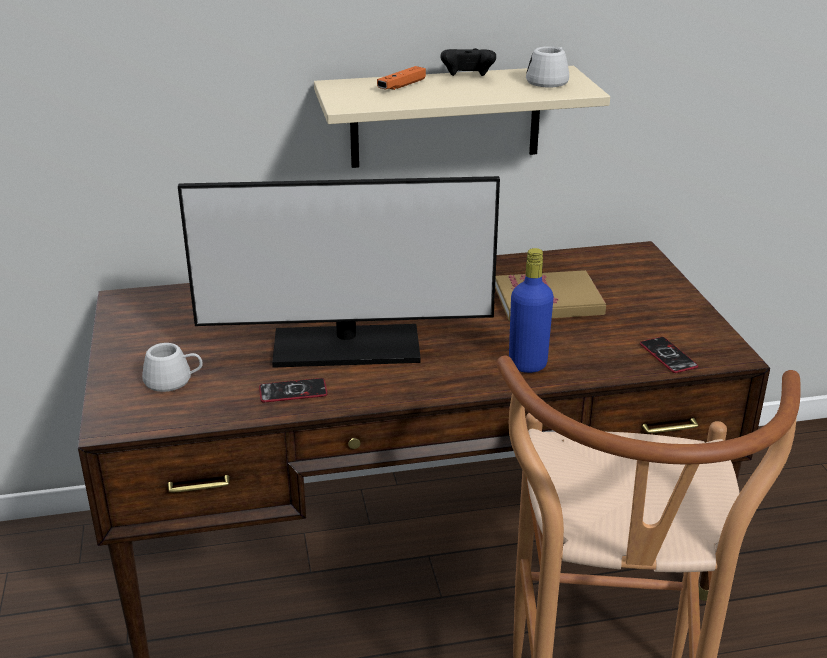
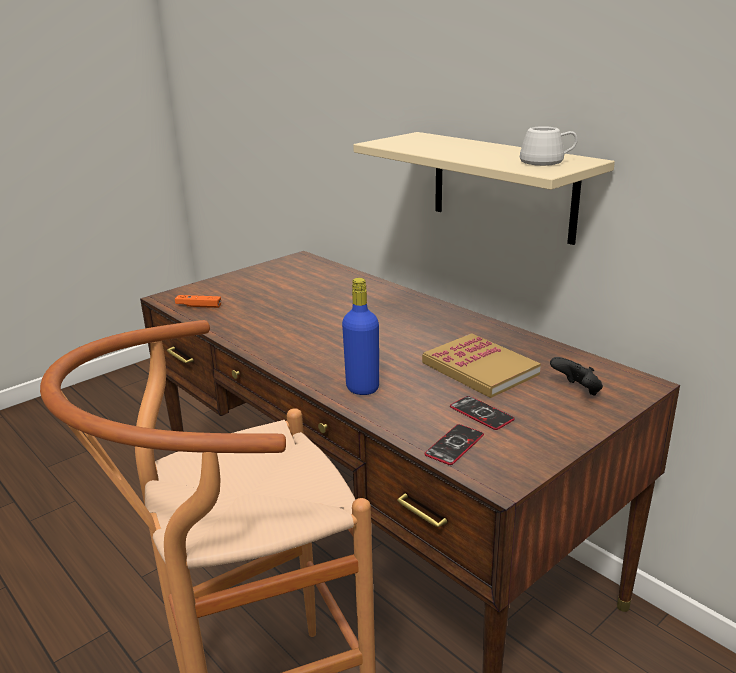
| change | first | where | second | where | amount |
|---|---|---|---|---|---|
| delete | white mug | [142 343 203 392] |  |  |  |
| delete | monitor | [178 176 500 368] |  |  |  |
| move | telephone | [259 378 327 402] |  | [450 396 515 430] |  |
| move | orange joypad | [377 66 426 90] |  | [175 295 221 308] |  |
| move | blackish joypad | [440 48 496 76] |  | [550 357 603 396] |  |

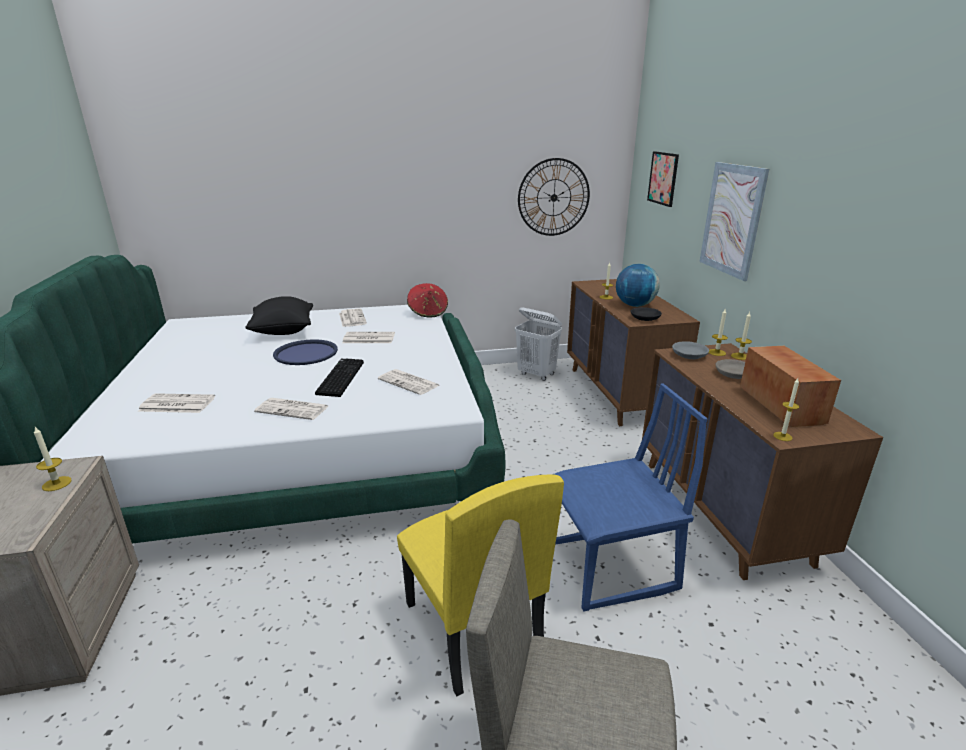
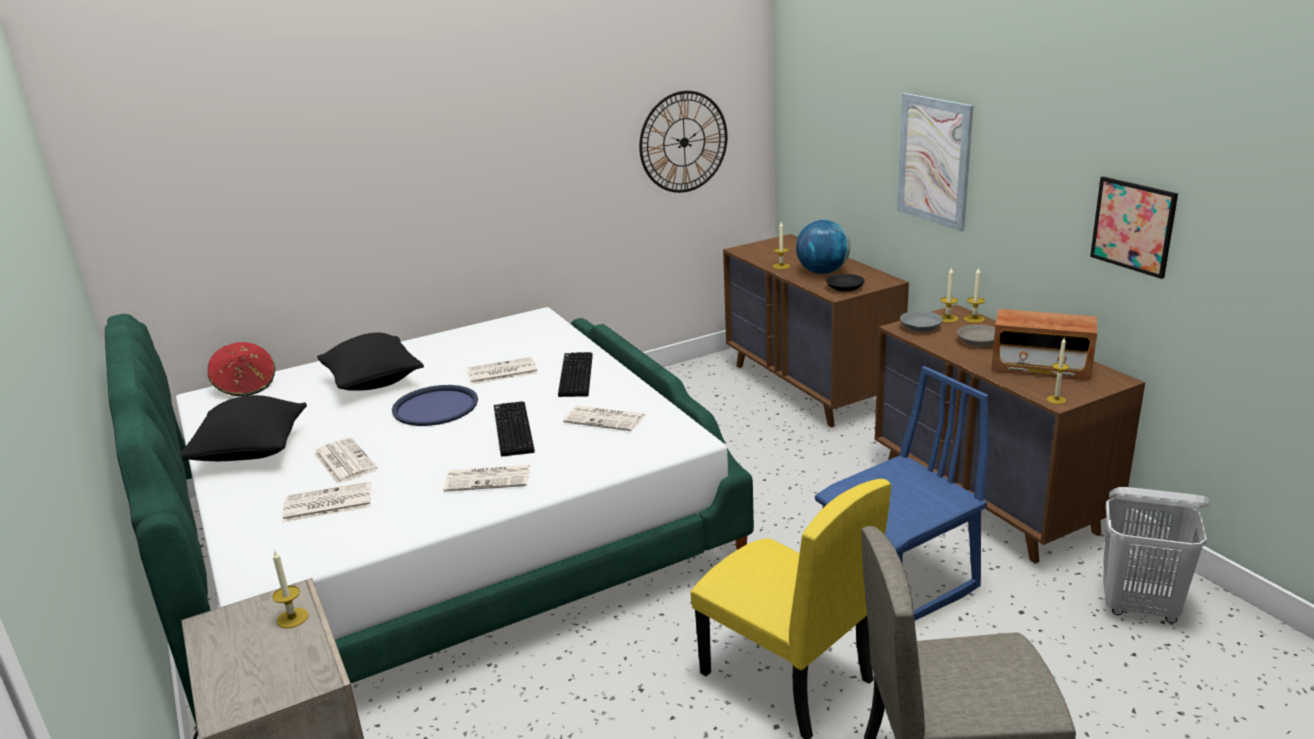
| change | first | where | second | where | amount |
|---|---|---|---|---|---|
| insert |  |  | blackish throw pillow | [181 395 307 461] |  |
| insert |  |  | PC keyboard | [558 352 593 397] |  |
| move | newspaper | [339 308 367 327] |  | [314 438 378 484] |  |
| move | reddish hat | [407 283 448 318] |  | [208 342 275 396] |  |
| move | white laundry basket | [515 307 562 381] |  | [1103 487 1210 623] |  |
| move | wall art | [647 151 679 207] |  | [1090 177 1178 279] |  |
| rotate | radio | [740 346 841 427] |  | [991 309 1097 380] | 135 degrees clockwise |

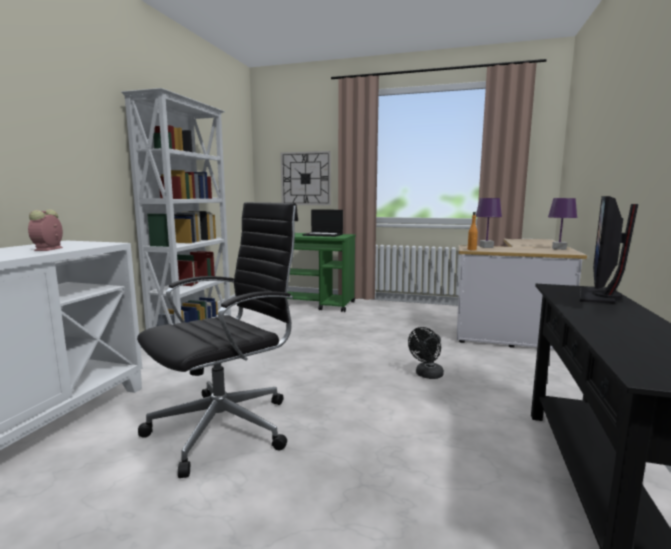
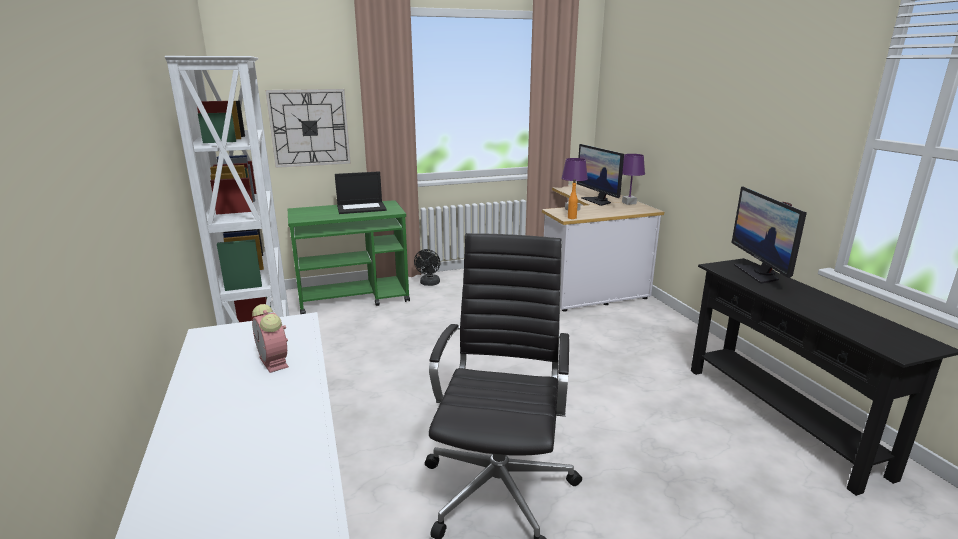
| change | first | where | second | where | amount |
|---|---|---|---|---|---|
| insert |  |  | monitor | [577 144 624 206] |  |
| move | blackish fan | [408 327 444 379] |  | [414 249 440 286] |  |

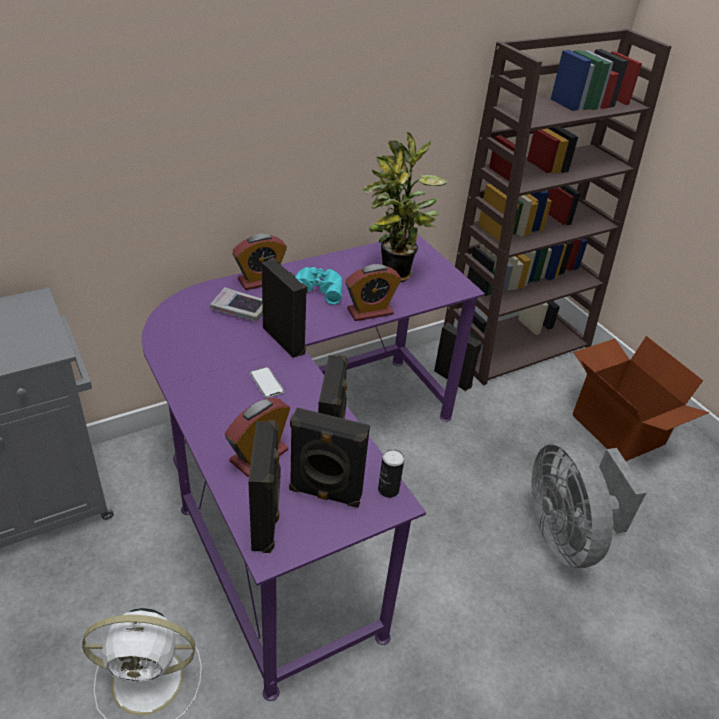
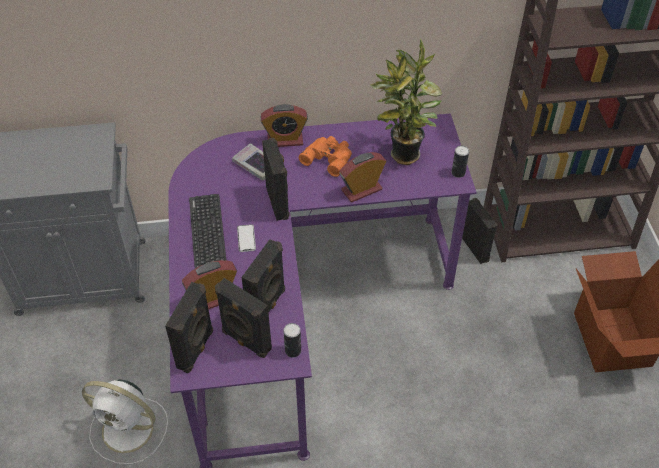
| change | first | where | second | where | amount |
|---|---|---|---|---|---|
| delete | greyish fan | [531 441 646 568] |  |  |  |
| insert |  |  | PC keyboard | [189 194 227 268] |  |
| insert |  |  | can | [452 145 469 178] |  |
| recolor | turquoise field glasses | [295 267 342 305] | orange field glasses | [299 136 352 177] |  |
| rotate | bedside clock | [345 264 401 321] |  | [339 152 386 202] | 150 degrees clockwise |

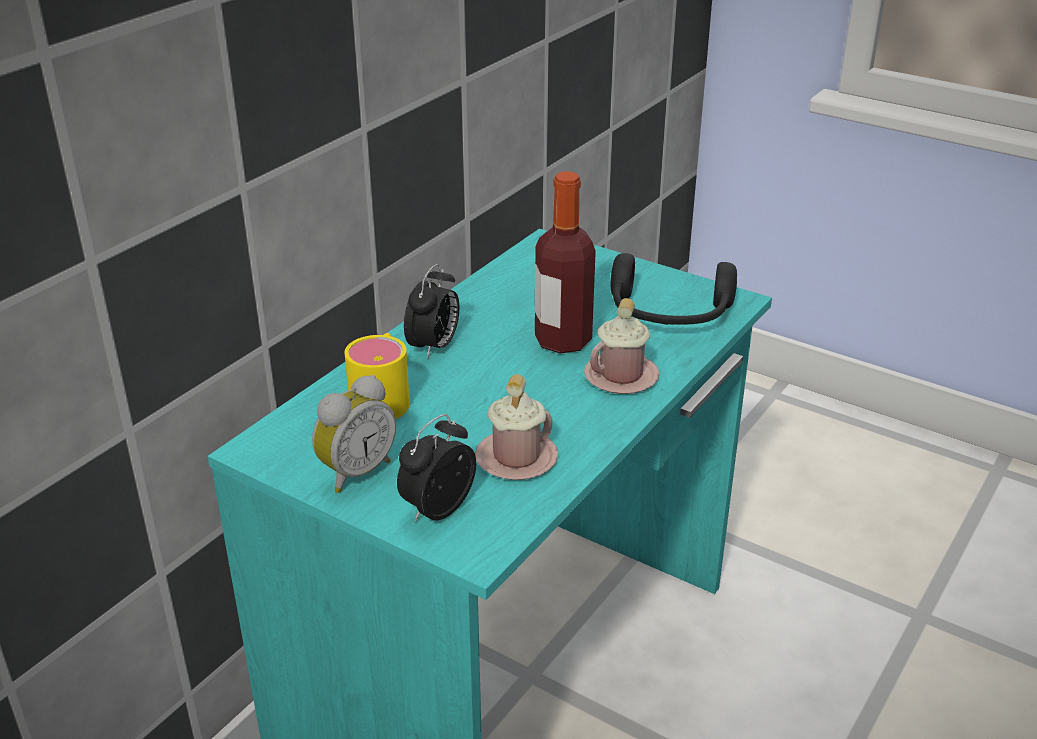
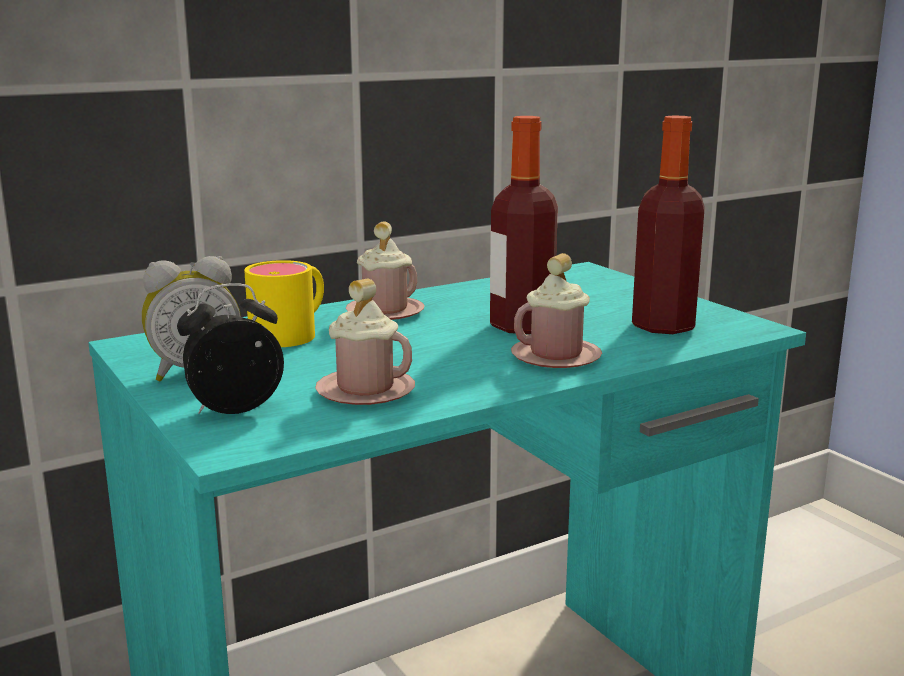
| change | first | where | second | where | amount |
|---|---|---|---|---|---|
| replace | bedside clock | [404 263 459 359] | pink mug | [346 222 425 320] |  |
| replace | blackish headset | [611 253 737 325] | drink bottle | [632 116 705 334] |  |

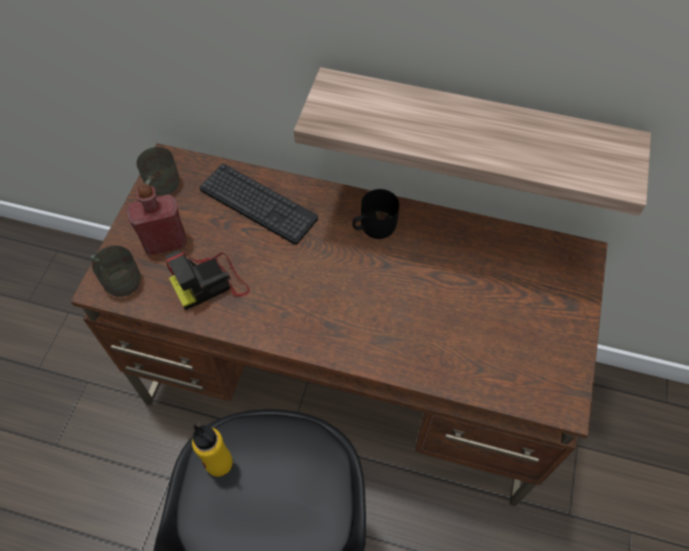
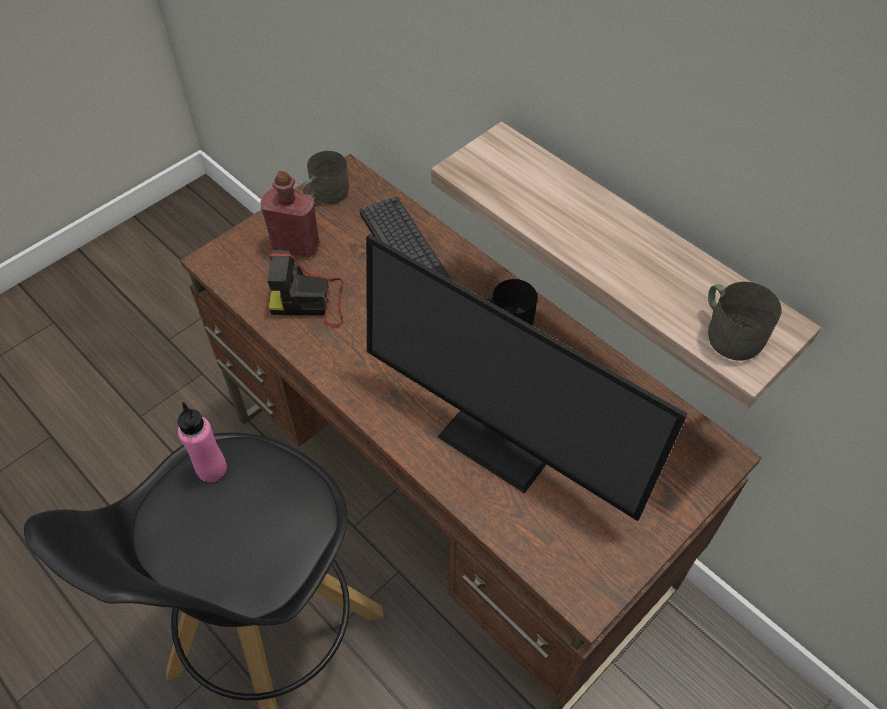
| change | first | where | second | where | amount |
|---|---|---|---|---|---|
| insert |  |  | monitor | [366 234 688 521] |  |
| move | greyish mug | [90 245 141 297] |  | [708 282 782 361] |  |
| recolor | yellow drink bottle | [192 424 233 477] | pink drink bottle | [178 402 227 482] |  |

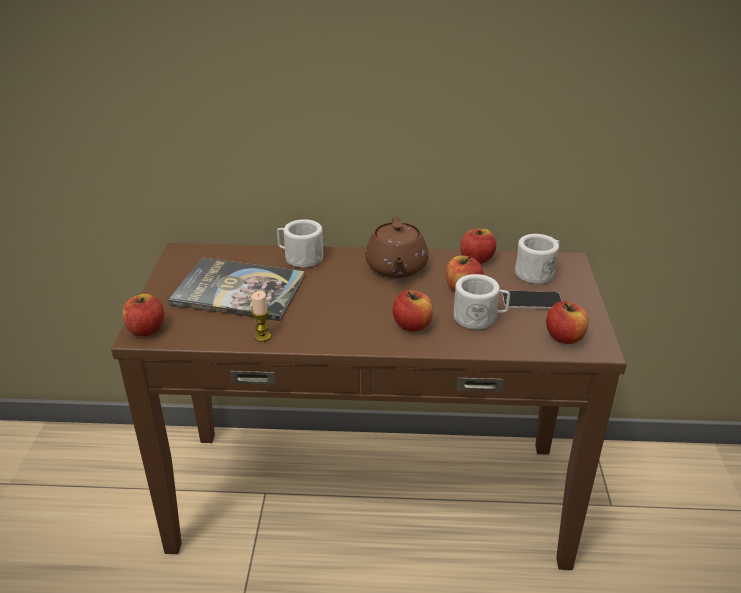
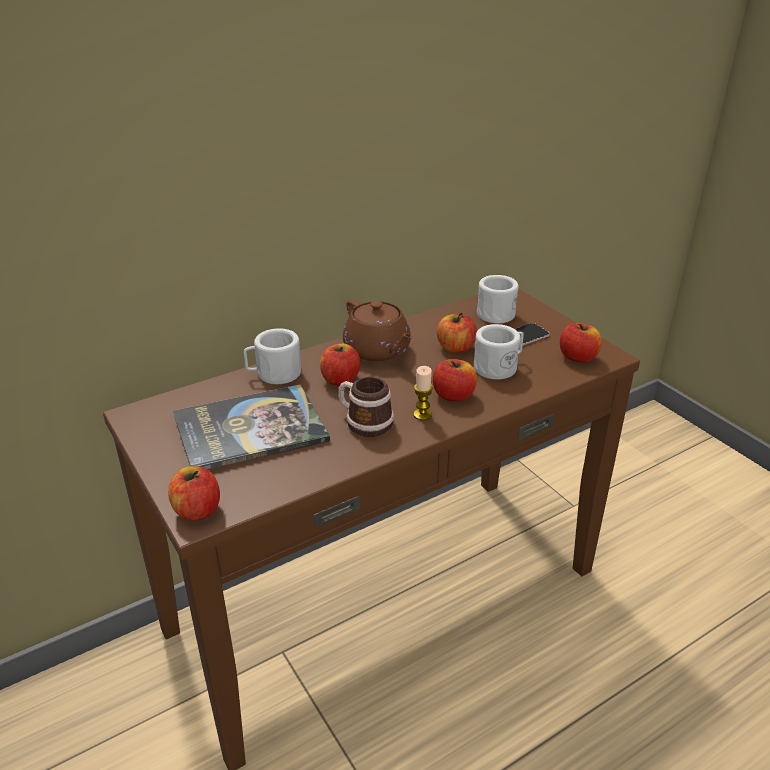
| change | first | where | second | where | amount |
|---|---|---|---|---|---|
| insert |  |  | mug | [338 377 394 437] |  |
| move | candle | [251 291 271 342] |  | [414 366 433 420] |  |
| move | apple fruit | [460 229 496 264] |  | [320 343 360 386] |  |

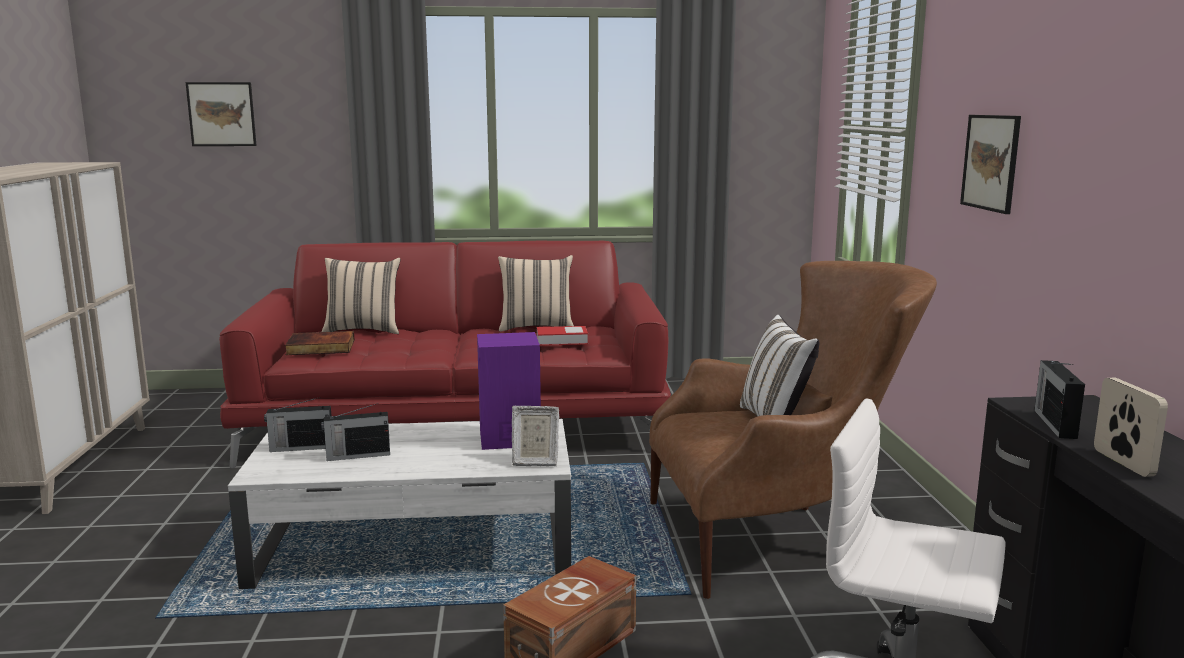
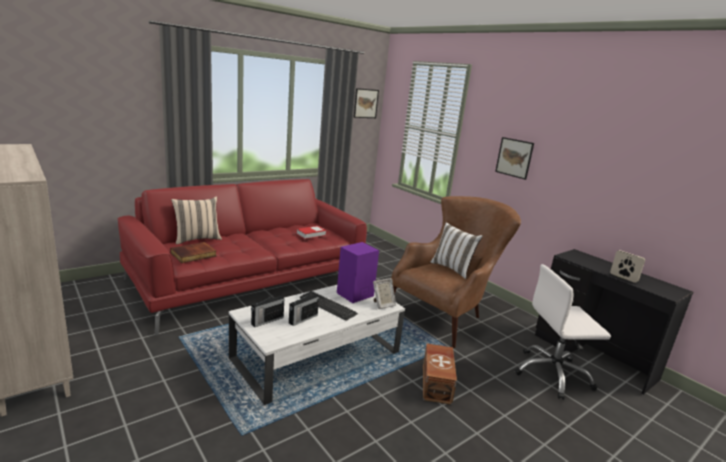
| change | first | where | second | where | amount |
|---|---|---|---|---|---|
| delete | beige throw pillow | [498 255 574 332] |  |  |  |
| delete | radio | [1034 360 1085 439] |  |  |  |
| insert |  |  | PC keyboard | [300 291 358 321] |  |
| move | wall art | [186 82 257 146] |  | [354 88 379 118] |  |

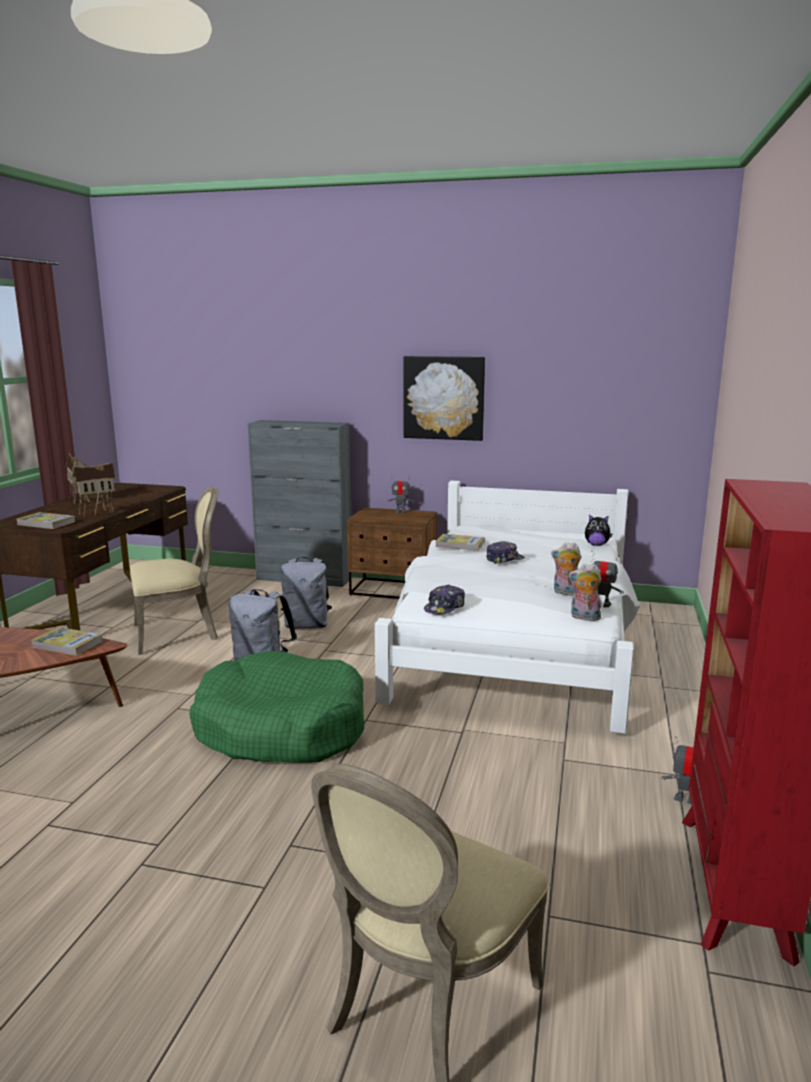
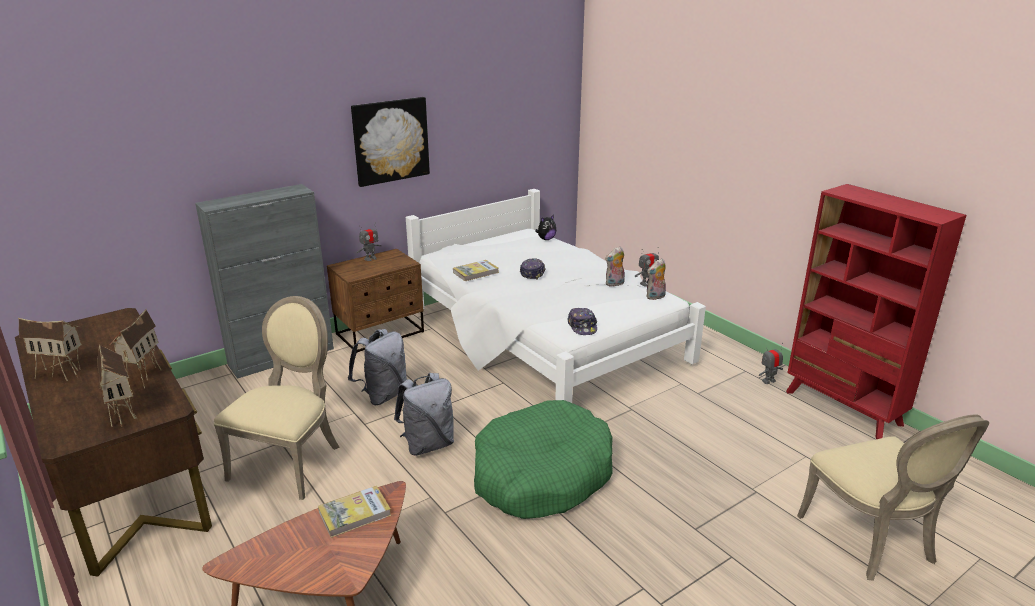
| change | first | where | second | where | amount |
|---|---|---|---|---|---|
| replace | bound book | [17 512 75 529] | model house | [97 344 137 427] |  |

